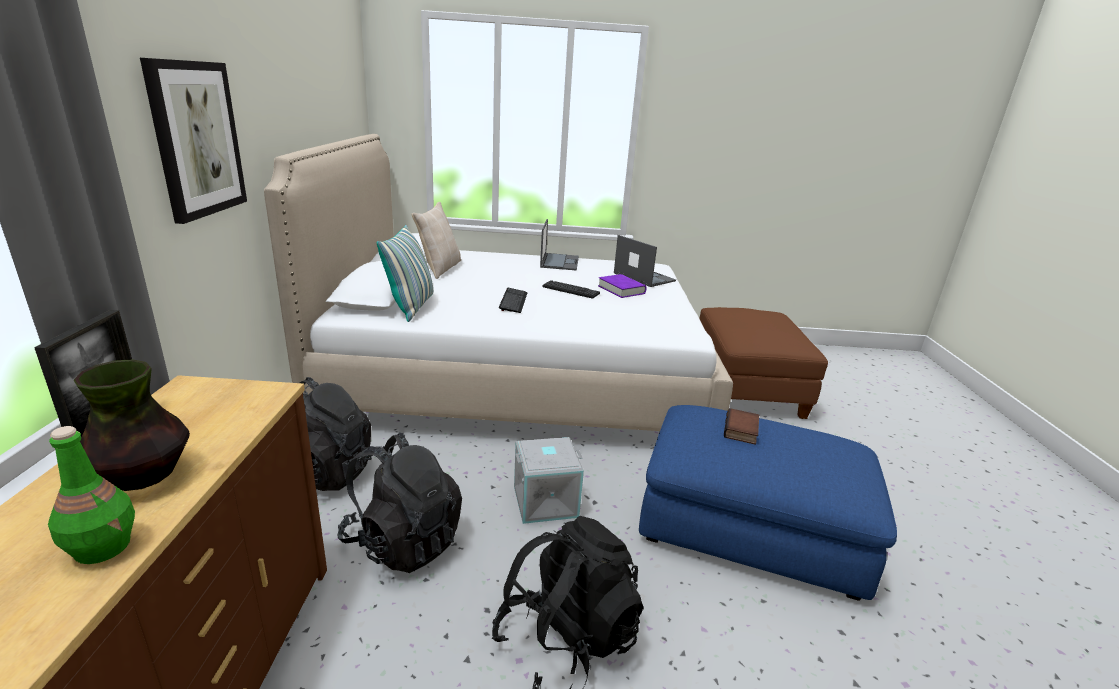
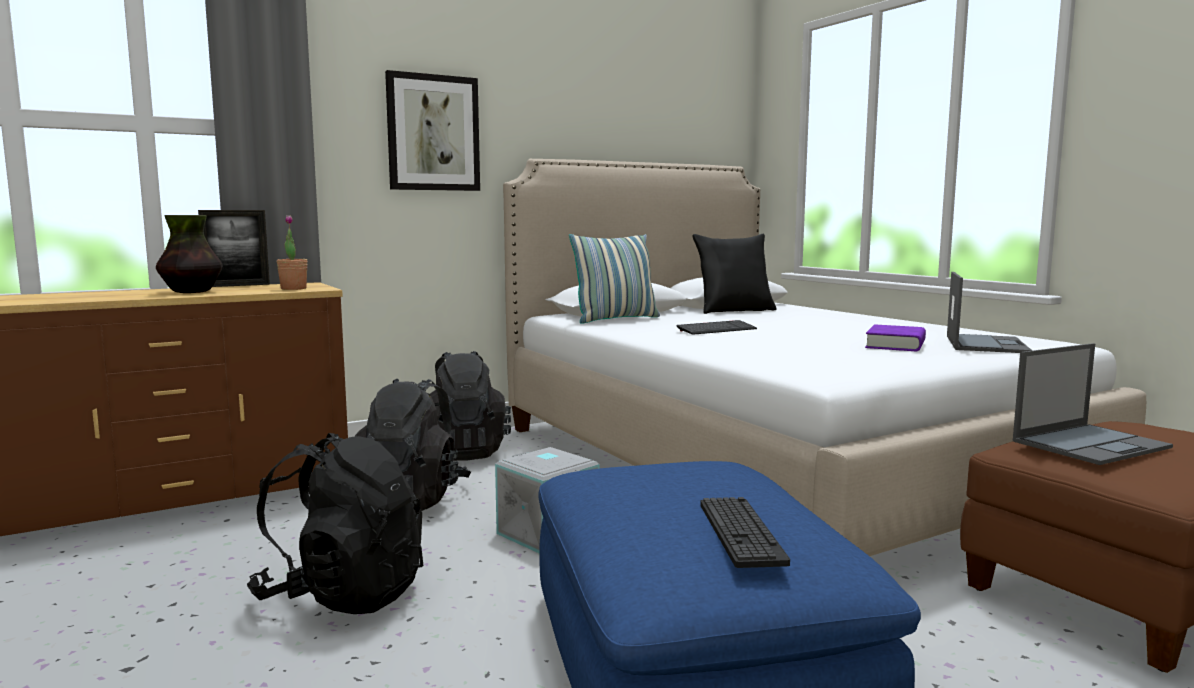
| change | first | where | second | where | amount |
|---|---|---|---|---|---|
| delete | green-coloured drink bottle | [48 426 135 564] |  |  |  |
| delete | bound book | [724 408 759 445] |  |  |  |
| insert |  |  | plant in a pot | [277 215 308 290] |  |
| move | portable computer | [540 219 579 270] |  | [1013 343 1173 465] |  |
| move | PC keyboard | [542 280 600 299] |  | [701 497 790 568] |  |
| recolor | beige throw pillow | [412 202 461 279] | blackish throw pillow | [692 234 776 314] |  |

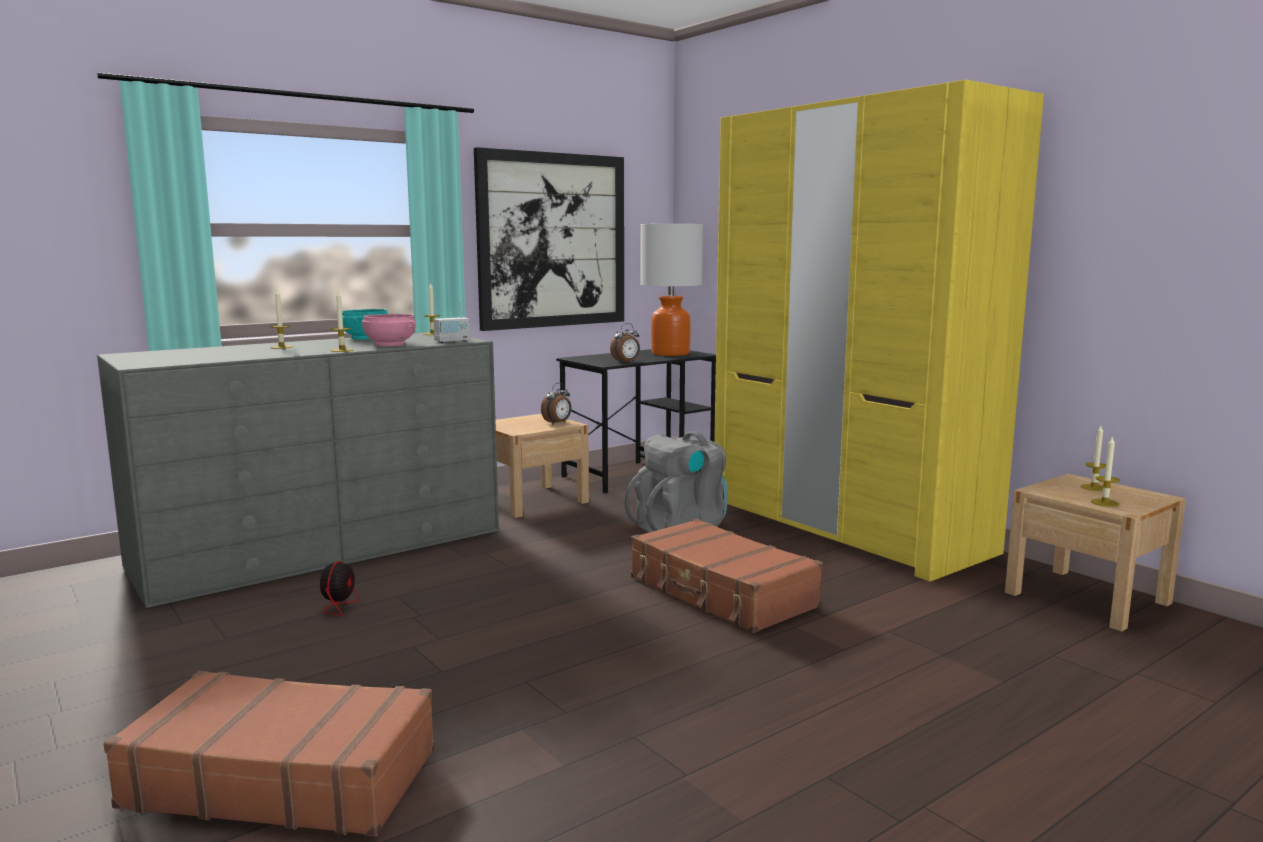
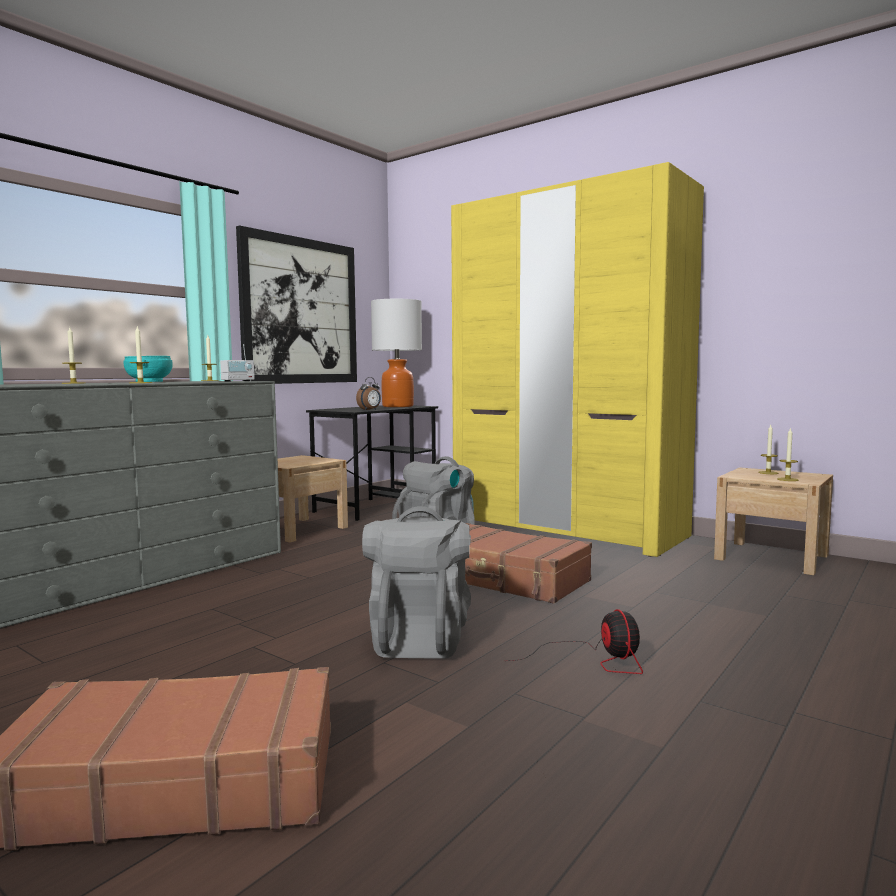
| change | first | where | second | where | amount |
|---|---|---|---|---|---|
| delete | pink bowl | [362 314 416 346] |  |  |  |
| delete | bedside clock | [541 383 571 425] |  |  |  |
| insert |  |  | greyish rucksack | [362 506 471 659] |  |
| move | fan | [264 561 360 616] |  | [507 609 643 674] |  |

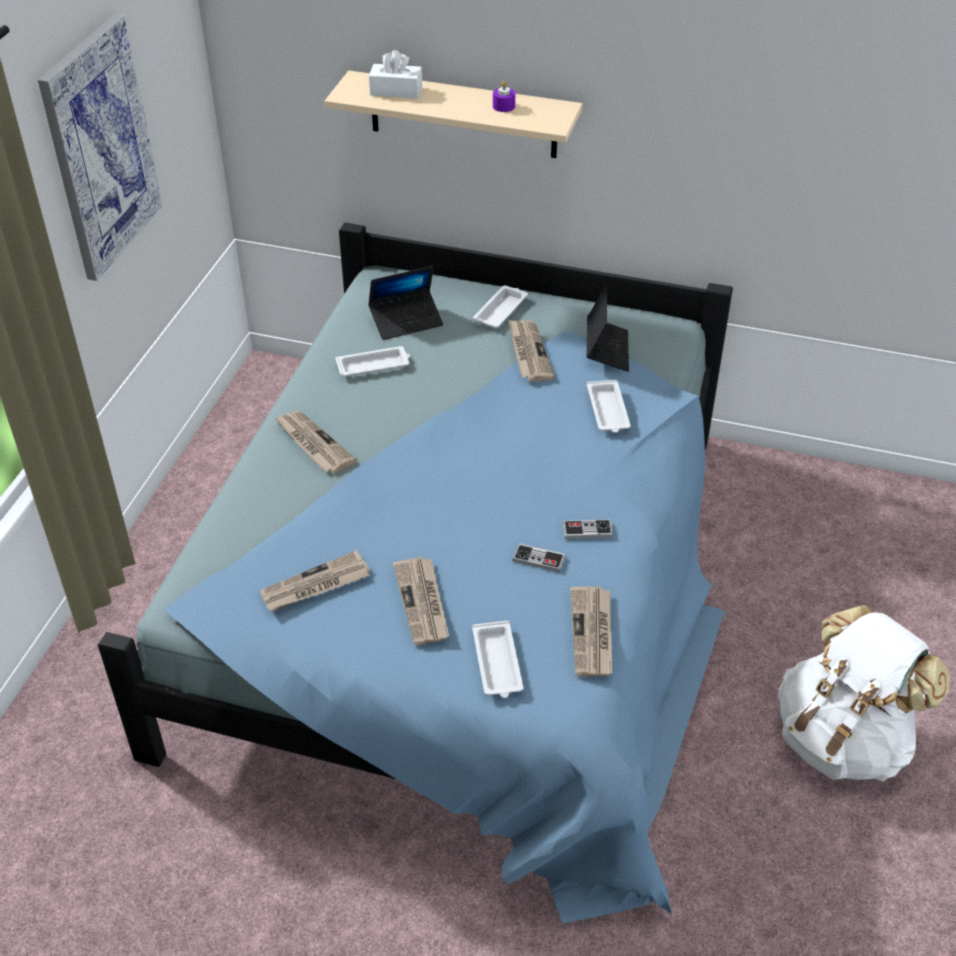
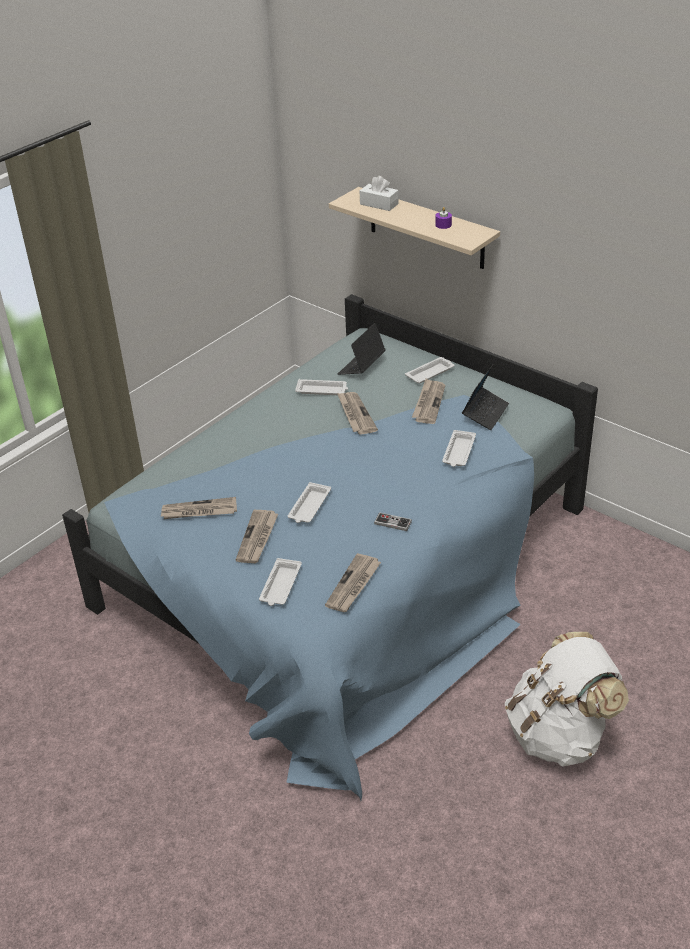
| change | first | where | second | where | amount |
|---|---|---|---|---|---|
| delete | wall art | [38 13 162 281] |  |  |  |
| delete | joypad | [512 544 566 572] |  |  |  |
| insert |  |  | white serving tray | [288 482 331 523] |  |
| move | newspaper | [275 411 357 473] |  | [337 392 378 435] |  |
| rotate | portable computer | [368 266 443 340] |  | [338 323 386 375] | 120 degrees clockwise |

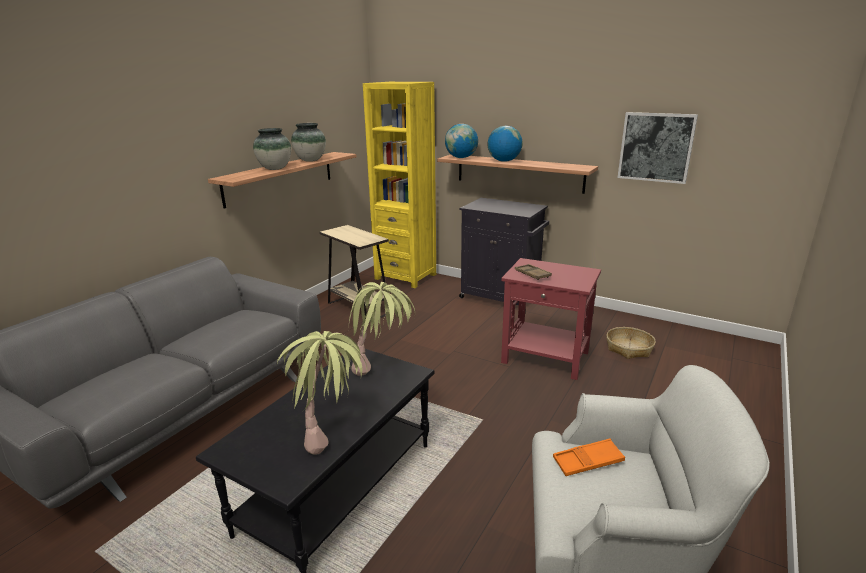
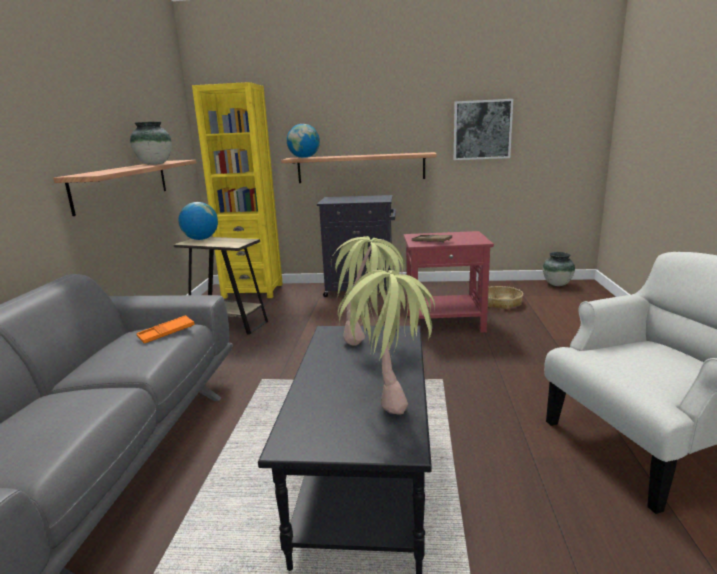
| change | first | where | second | where | amount |
|---|---|---|---|---|---|
| move | decorative vase | [253 128 291 170] |  | [543 252 575 286] |  |
| move | globe | [487 126 523 162] |  | [178 202 218 240] |  |
| move | orange serving tray | [553 439 625 476] |  | [136 315 195 343] |  |

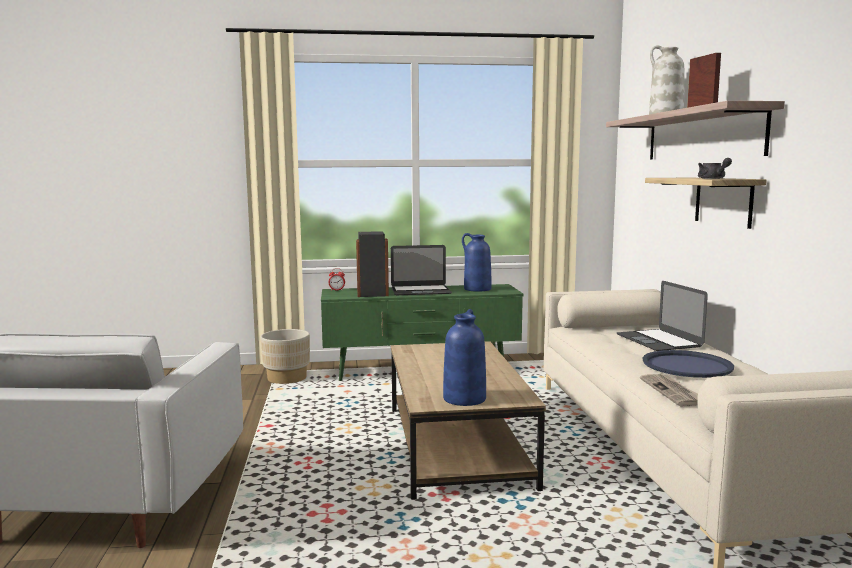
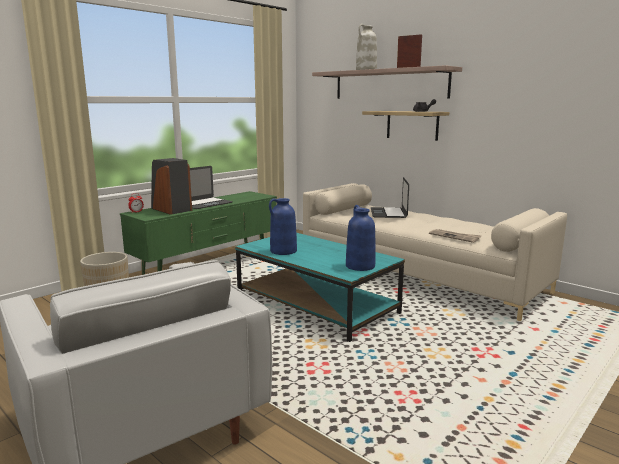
| change | first | where | second | where | amount |
|---|---|---|---|---|---|
| delete | blue-coloured serving tray | [642 350 734 378] |  |  |  |
| move | blue-coloured decorative vase | [462 233 491 292] |  | [269 198 297 255] |  |
| recolor | brown-coloured coffee table | [391 341 546 500] | turquoise coffee table | [235 233 405 342] |  |
| rotate | portable computer | [617 281 708 351] |  | [371 177 409 218] | 60 degrees clockwise |

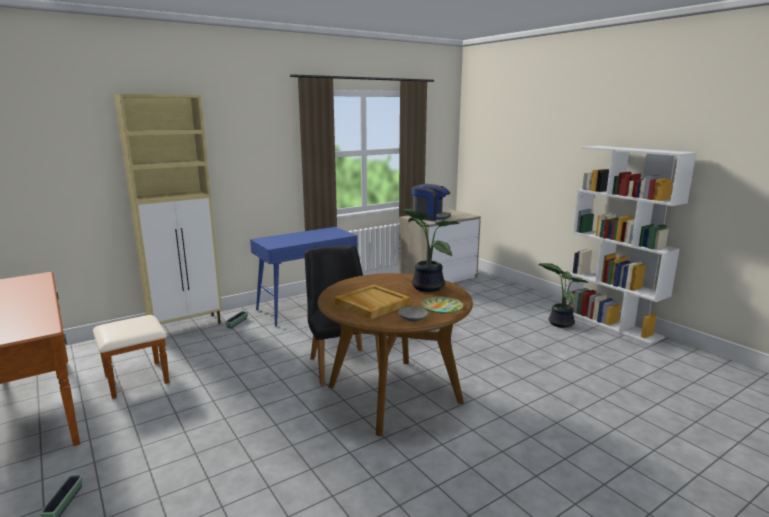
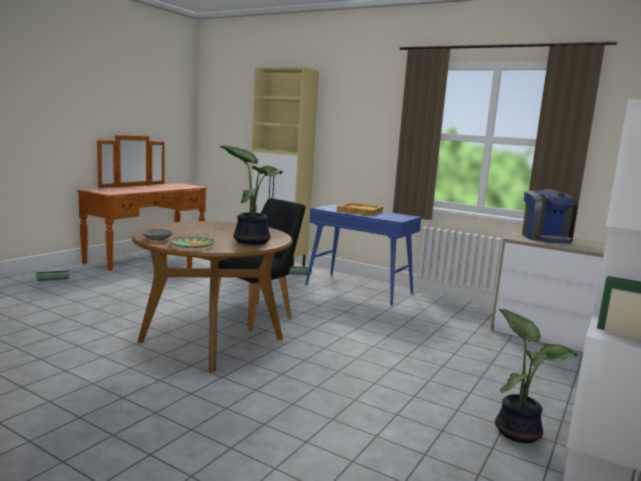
| change | first | where | second | where | amount |
|---|---|---|---|---|---|
| move | beige serving tray | [335 285 411 319] |  | [337 203 383 216] |  |

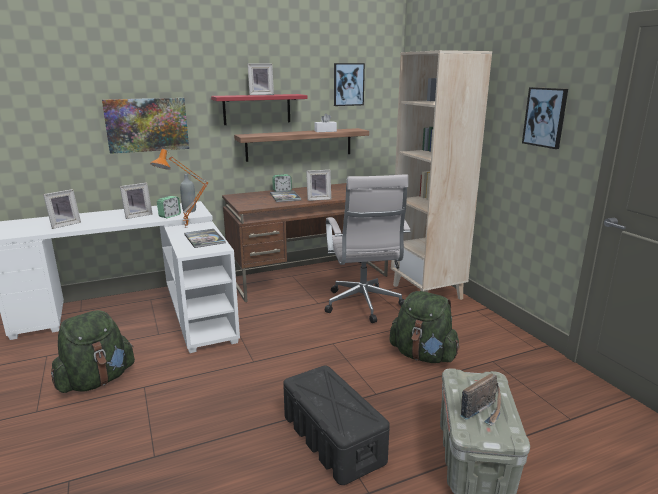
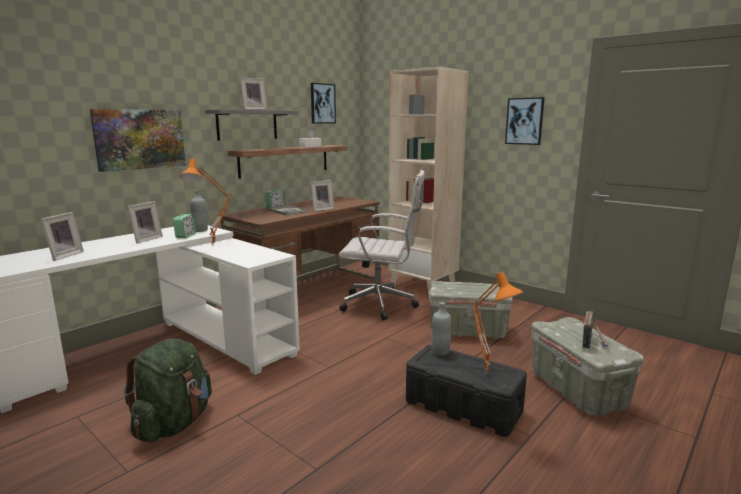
| change | first | where | second | where | amount |
|---|---|---|---|---|---|
| delete | bound book | [184 229 226 248] |  |  |  |
| insert |  |  | greyish drink bottle | [431 302 451 356] |  |
| insert |  |  | orange lamp for a table | [473 272 523 375] |  |
| replace | green-coloured rucksack | [389 291 460 363] | greyish storage bin | [429 281 513 340] |  |
| recolor | reddish shelf | [211 94 308 125] | greyish shelf | [205 109 299 141] |  |
| rotate | white desk chair | [325 174 411 323] |  | [339 170 425 320] | 45 degrees counterclockwise |

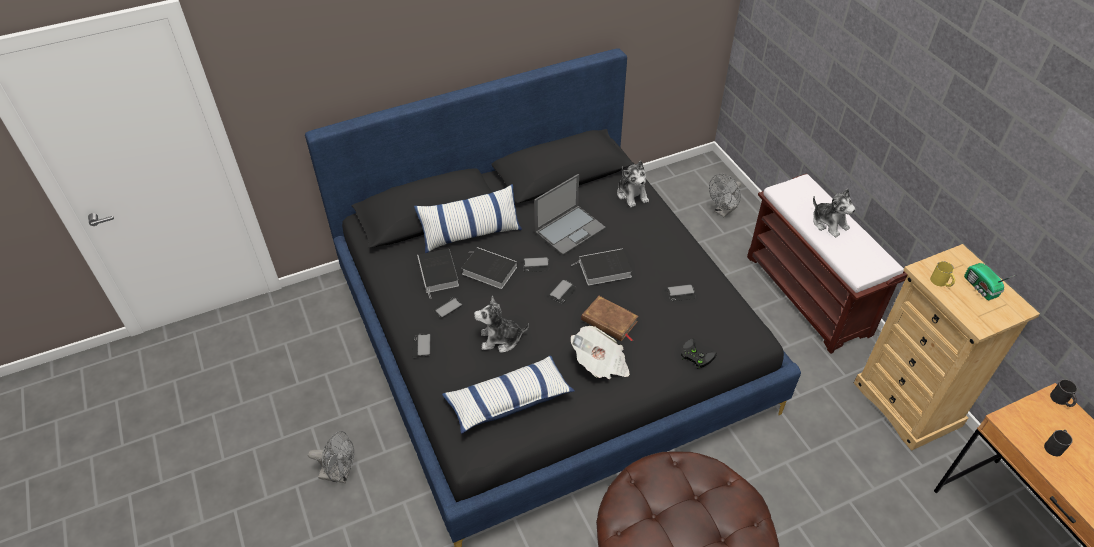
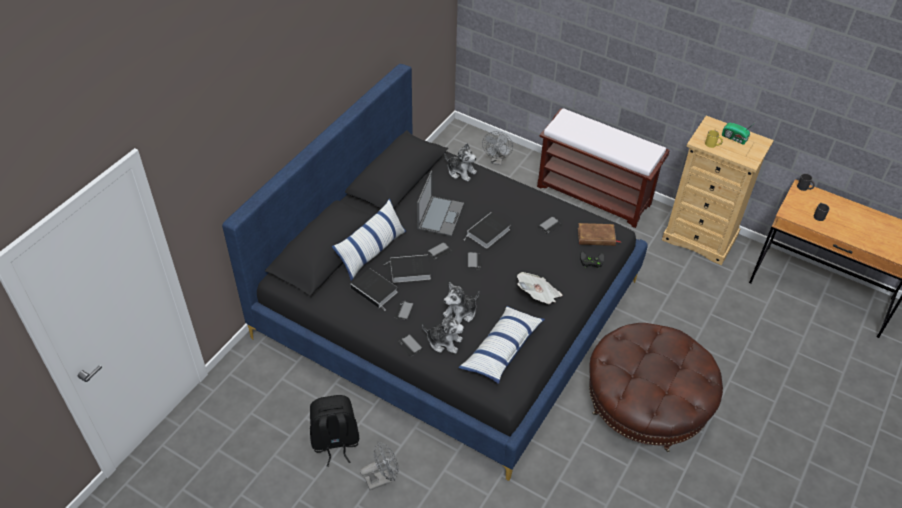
| change | first | where | second | where | amount |
|---|---|---|---|---|---|
| insert |  |  | blackish rucksack | [310 395 359 467] |  |
| move | brown-coloured bound book | [581 296 638 341] |  | [578 223 621 246] |  |
| move | plush toy | [813 189 856 237] |  | [422 313 464 354] |  |

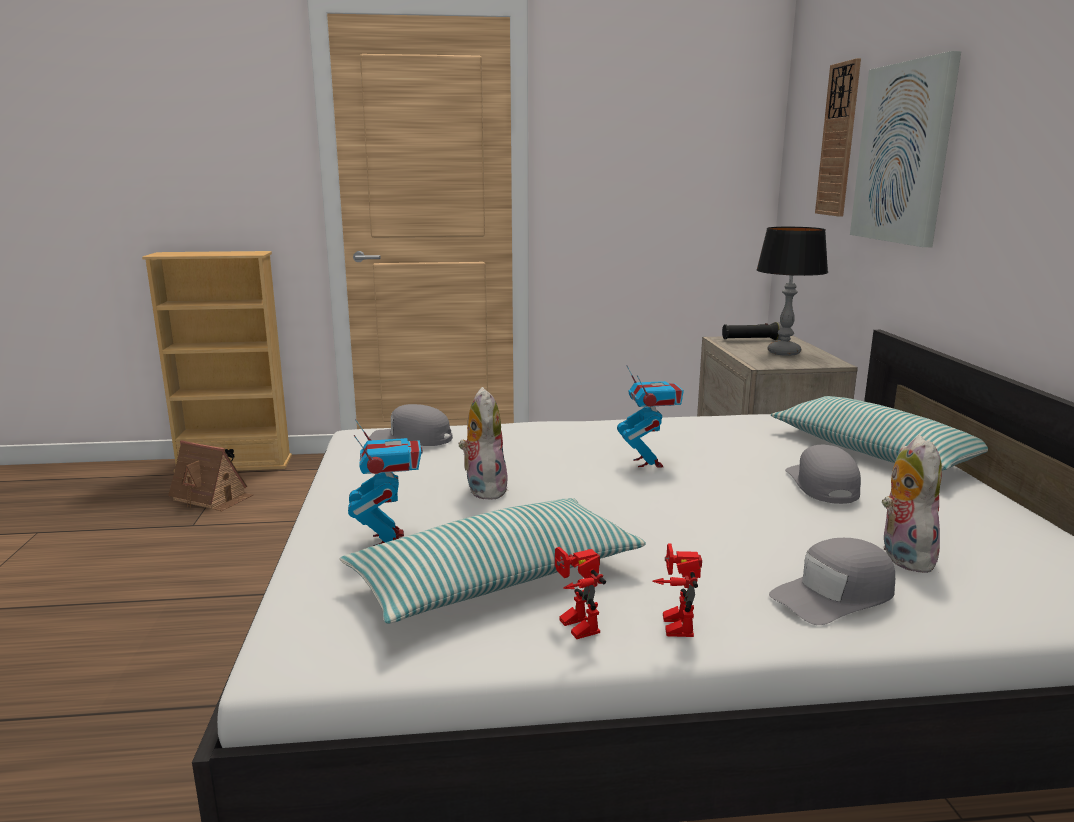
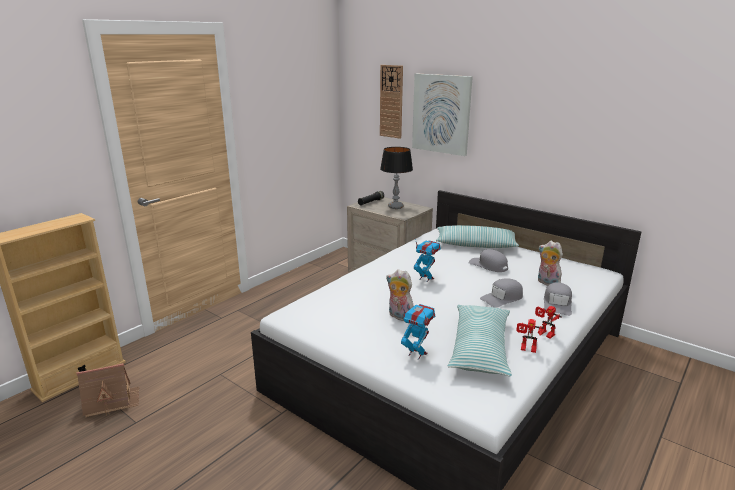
| change | first | where | second | where | amount |
|---|---|---|---|---|---|
| move | greyish cap | [369 404 453 446] |  | [480 278 523 308] |  |

